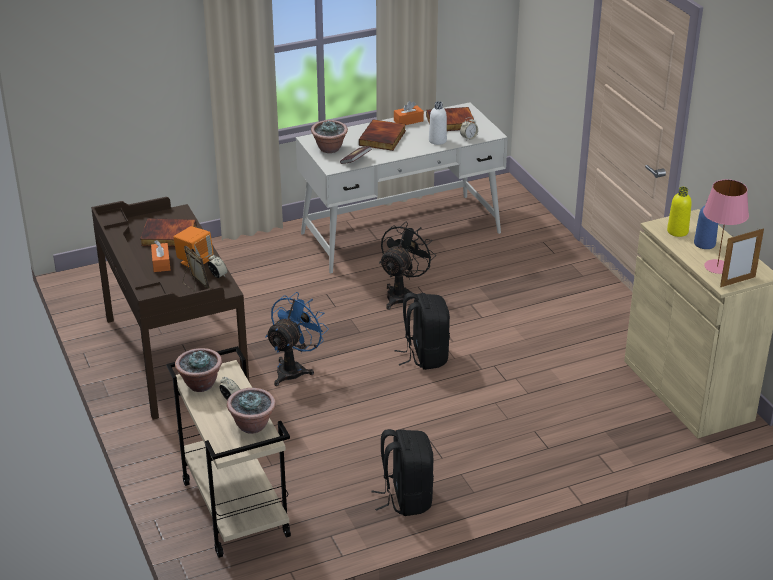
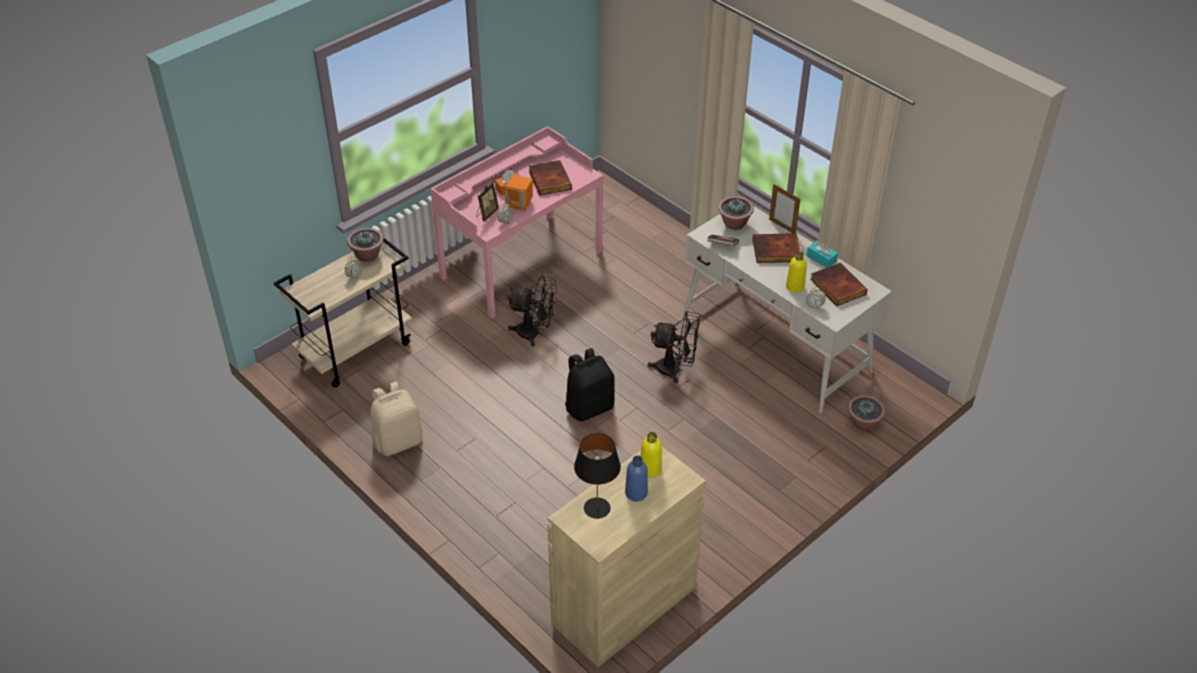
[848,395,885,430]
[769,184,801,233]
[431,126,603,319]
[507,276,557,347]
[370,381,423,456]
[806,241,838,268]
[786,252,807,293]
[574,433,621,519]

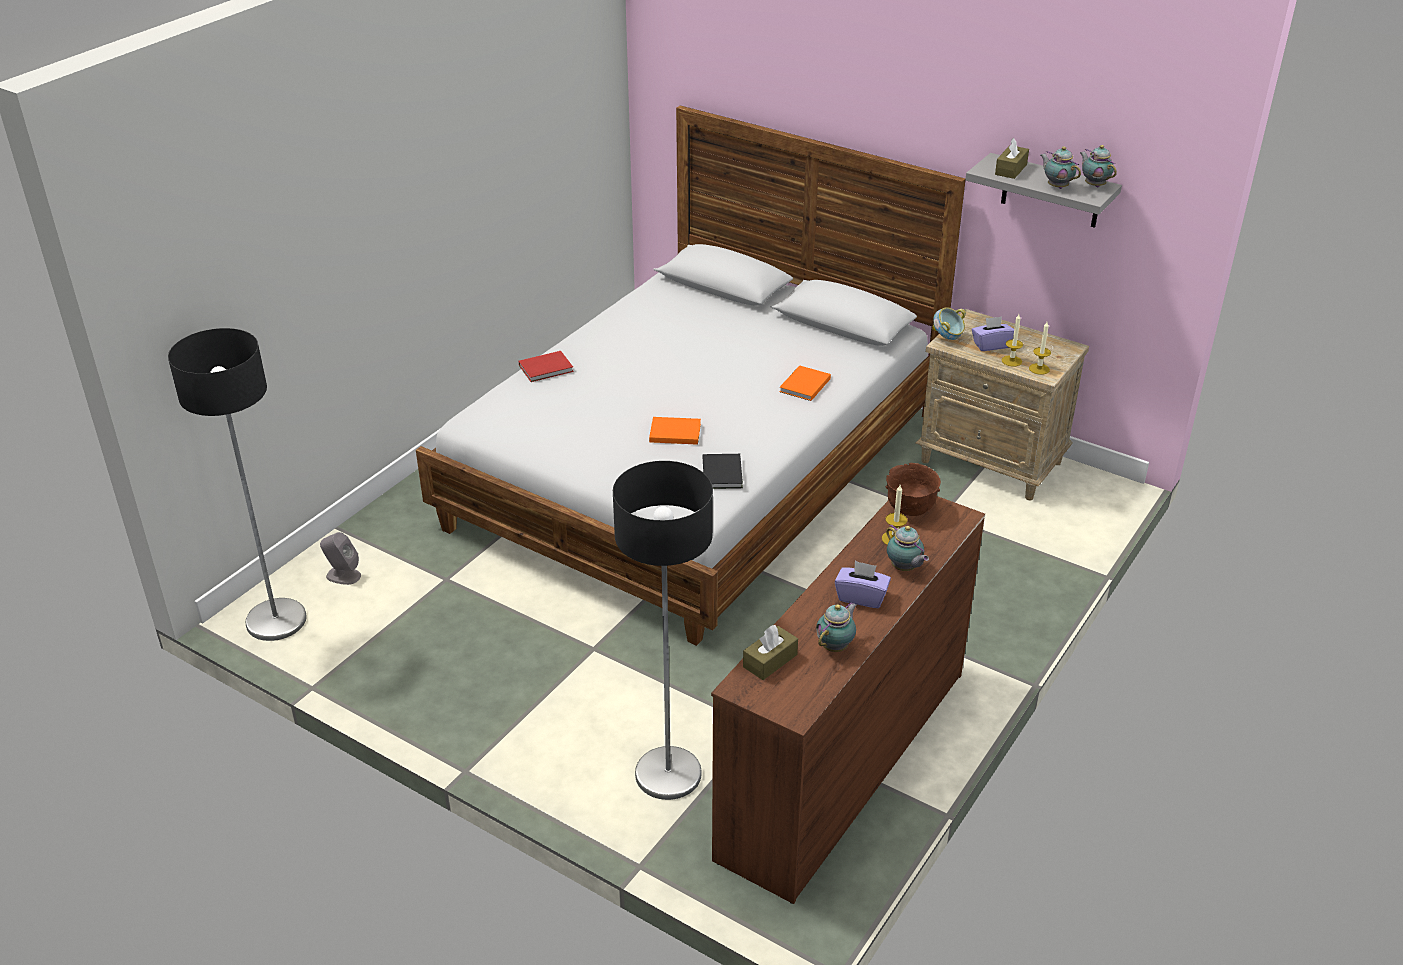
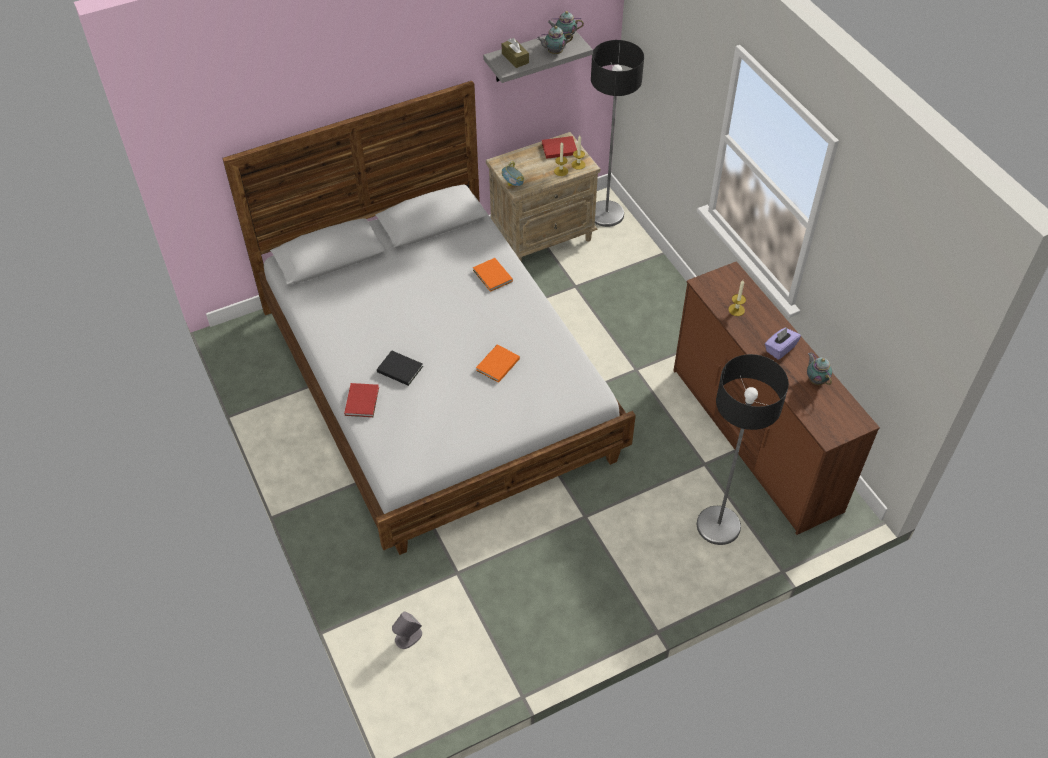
[743,625,798,680] (first image)
[885,463,941,516] (first image)
[886,524,929,571] (first image)
[972,316,1014,351] (first image)
[542,136,577,159]
[591,40,644,227]
[377,350,423,386]

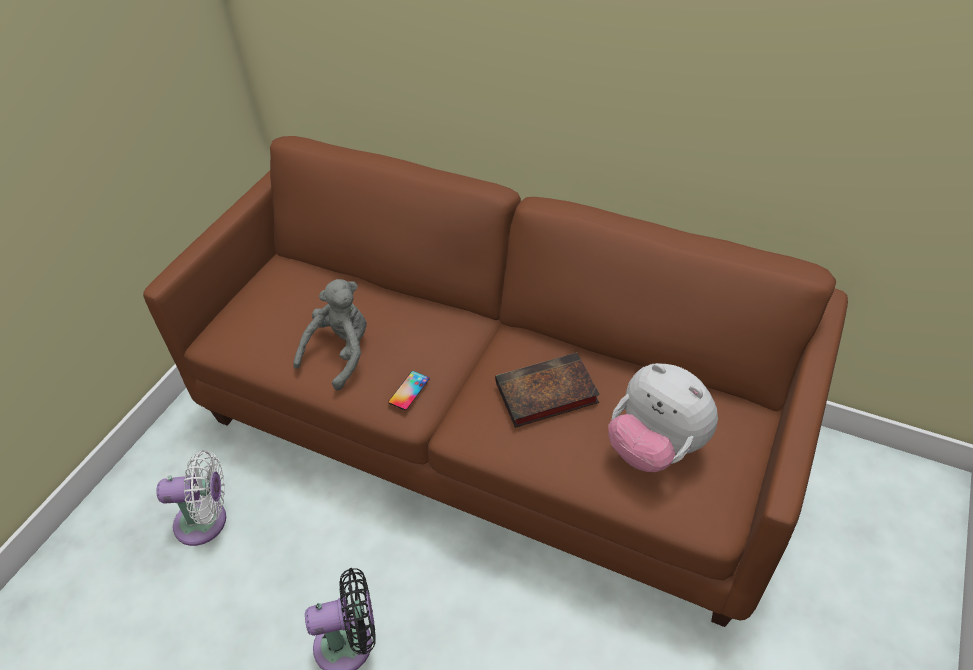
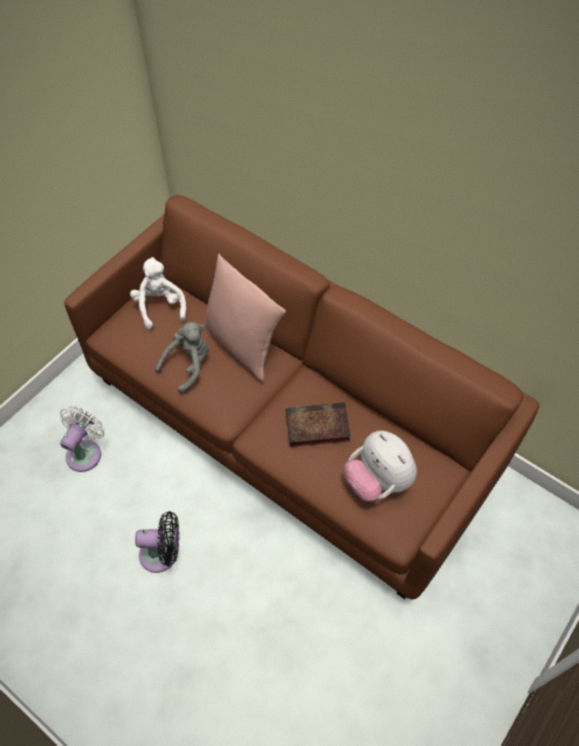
[388,371,429,410] (first image)
[130,257,186,329]
[204,253,286,382]
[59,406,105,472]

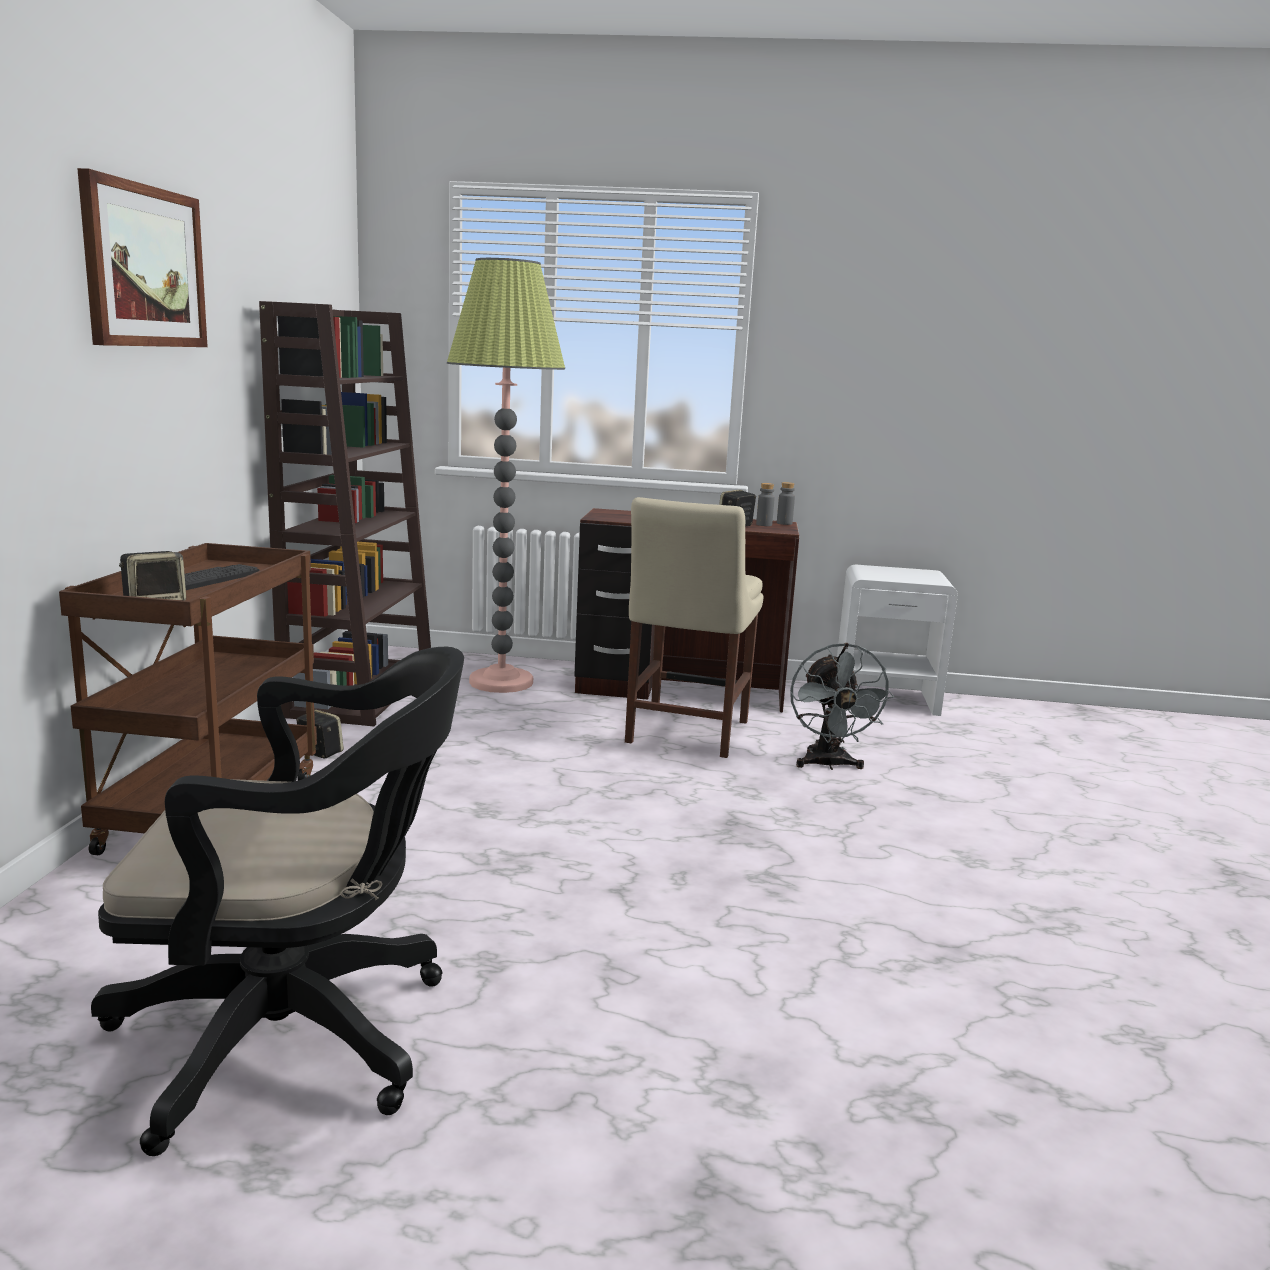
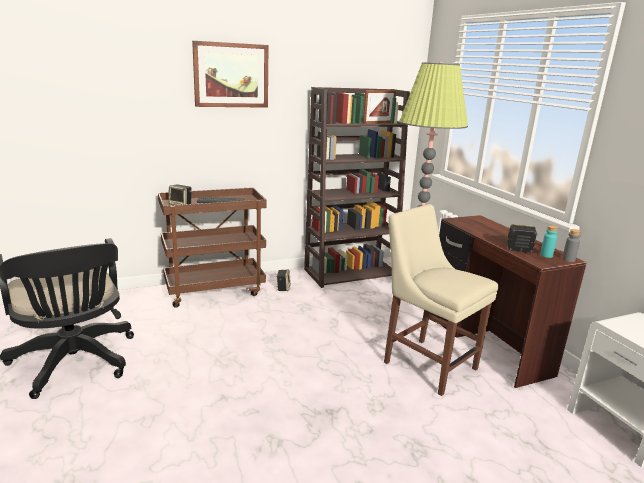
[790,643,894,770] (first image)
[363,90,396,124]
[540,225,558,258]
[384,204,499,396]

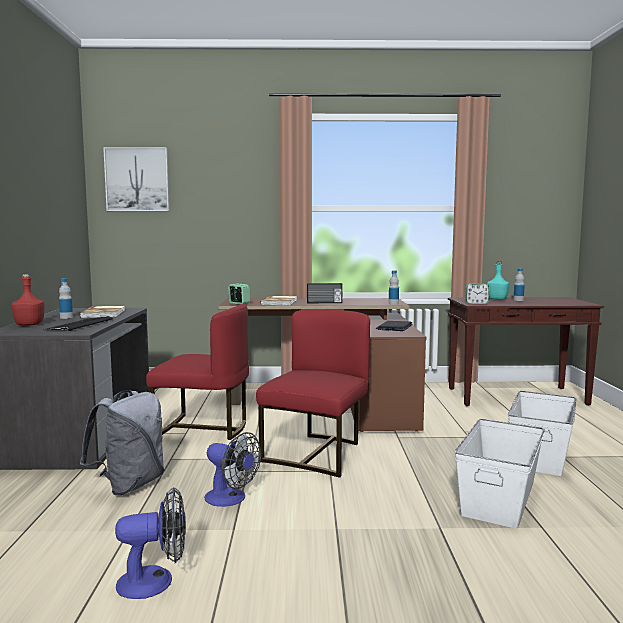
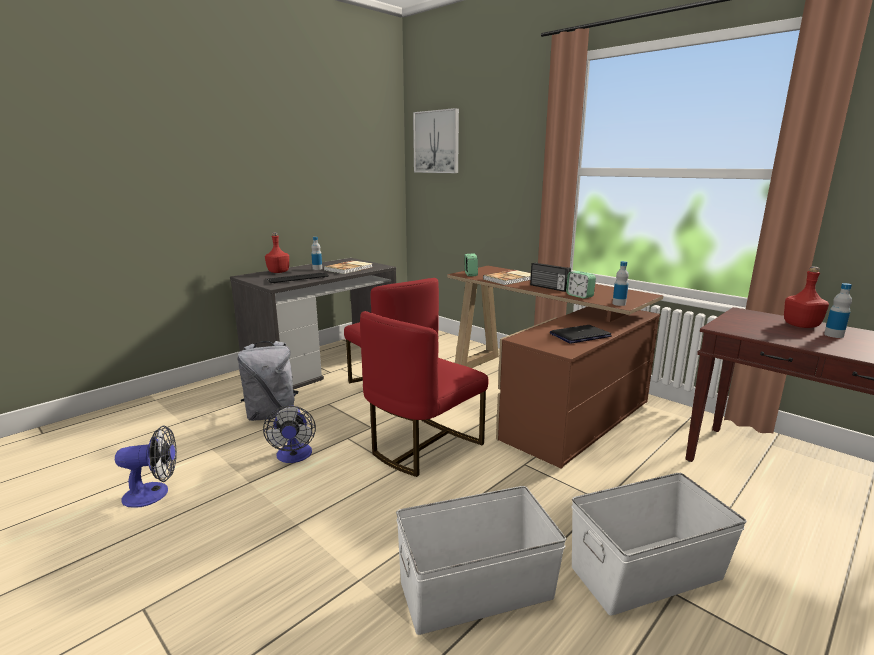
[566,271,596,299]
[784,267,829,328]
[115,425,177,508]
[360,311,489,477]

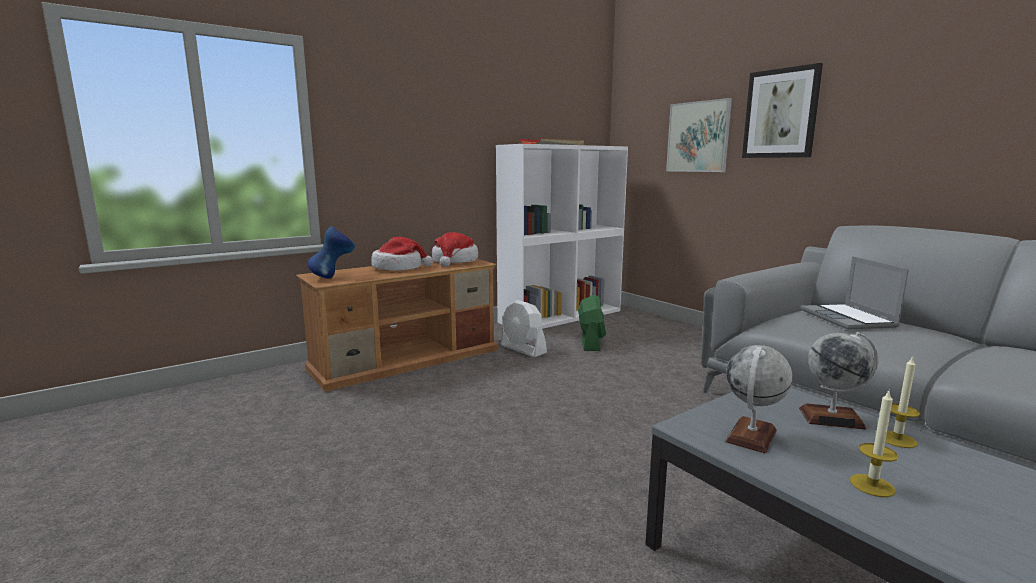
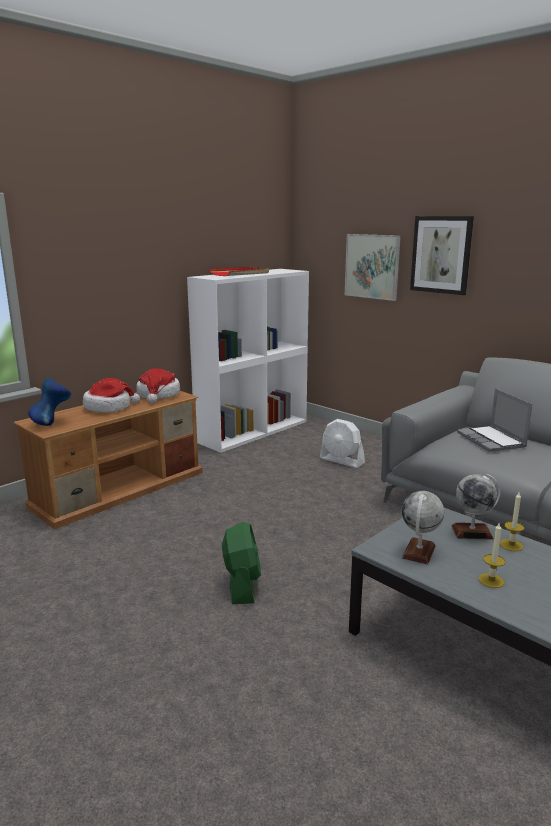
[320,419,365,468]
[222,522,261,604]

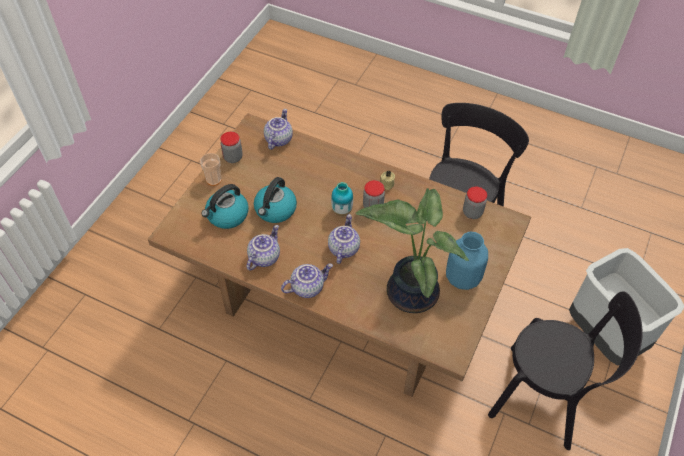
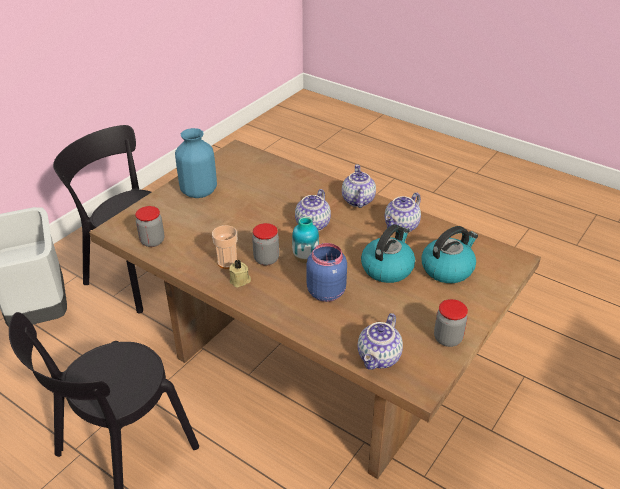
[356,188,469,313] (first image)
[307,243,347,302]
[212,225,237,269]
[342,165,376,208]

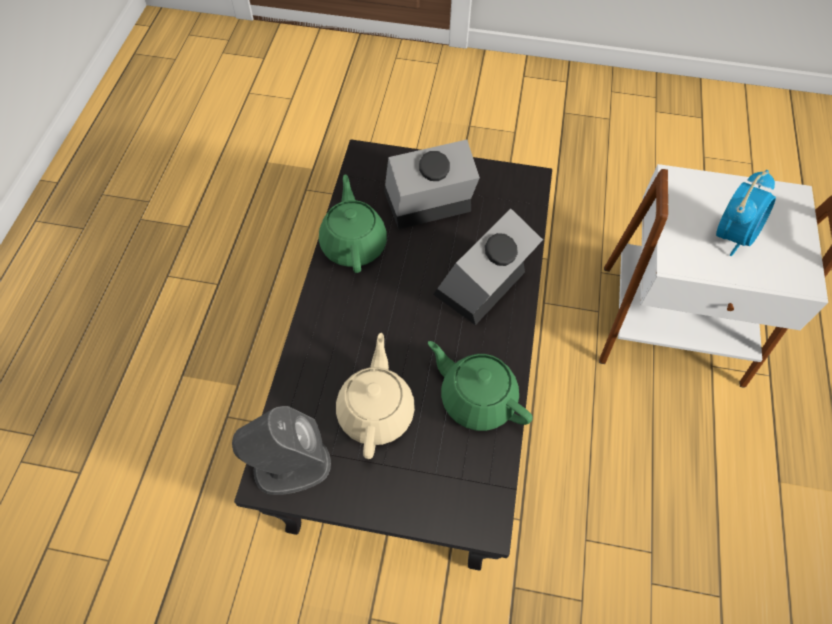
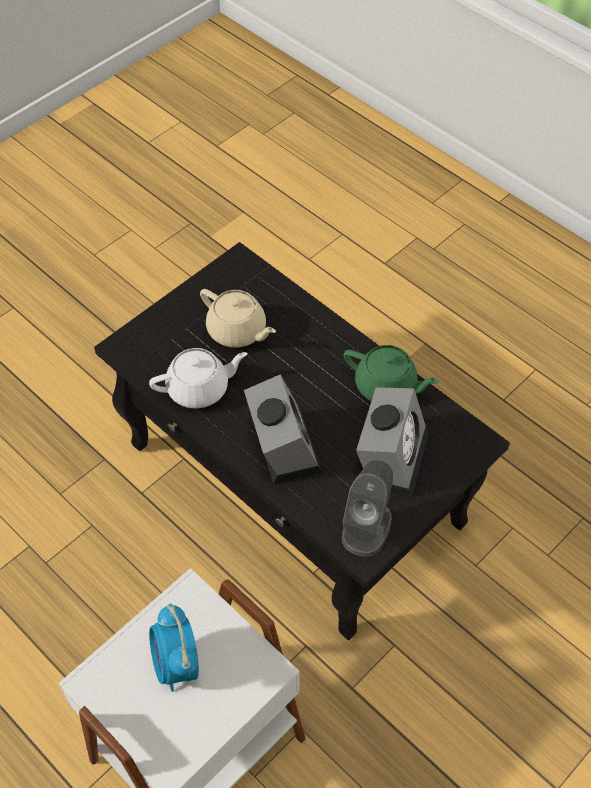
[342,460,393,557]
[149,348,248,409]

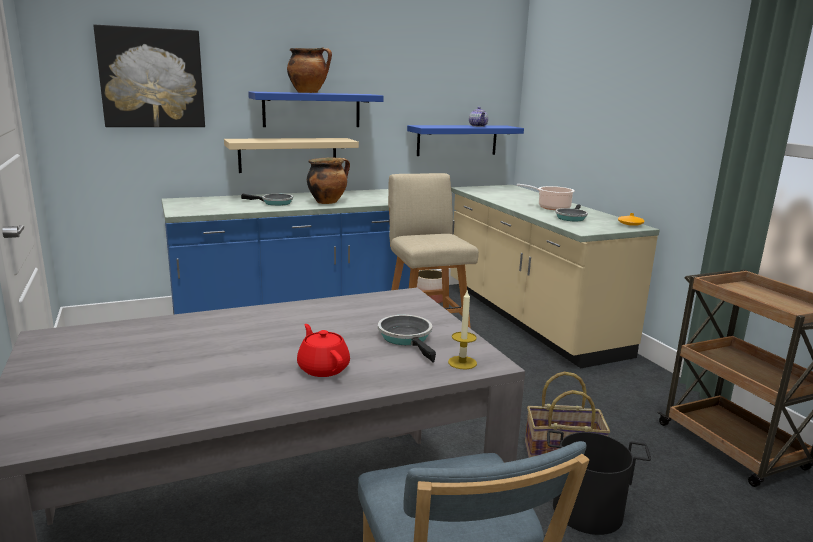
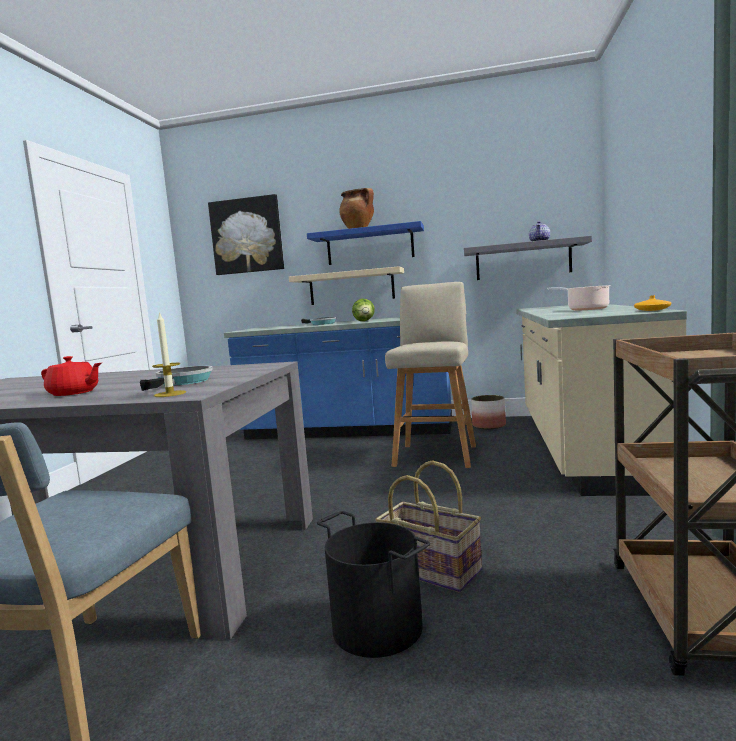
[555,205,588,221] (first image)
[352,299,375,321]
[464,236,592,280]
[41,356,101,396]

